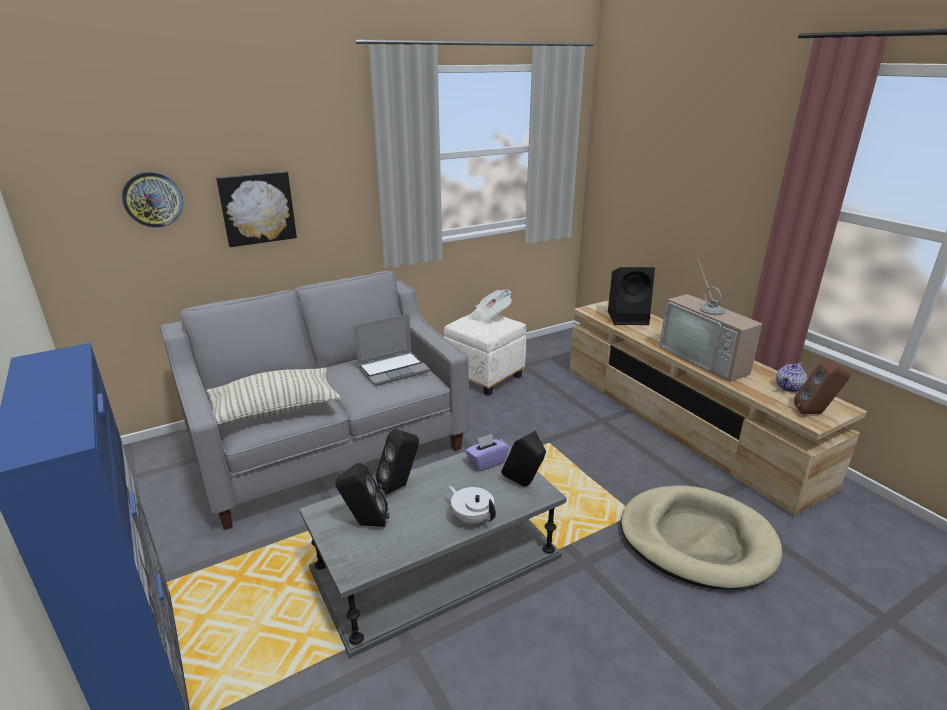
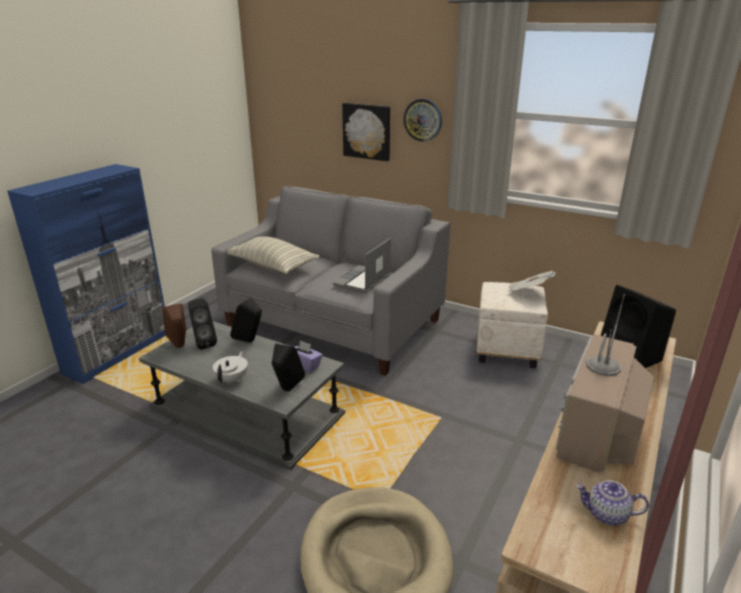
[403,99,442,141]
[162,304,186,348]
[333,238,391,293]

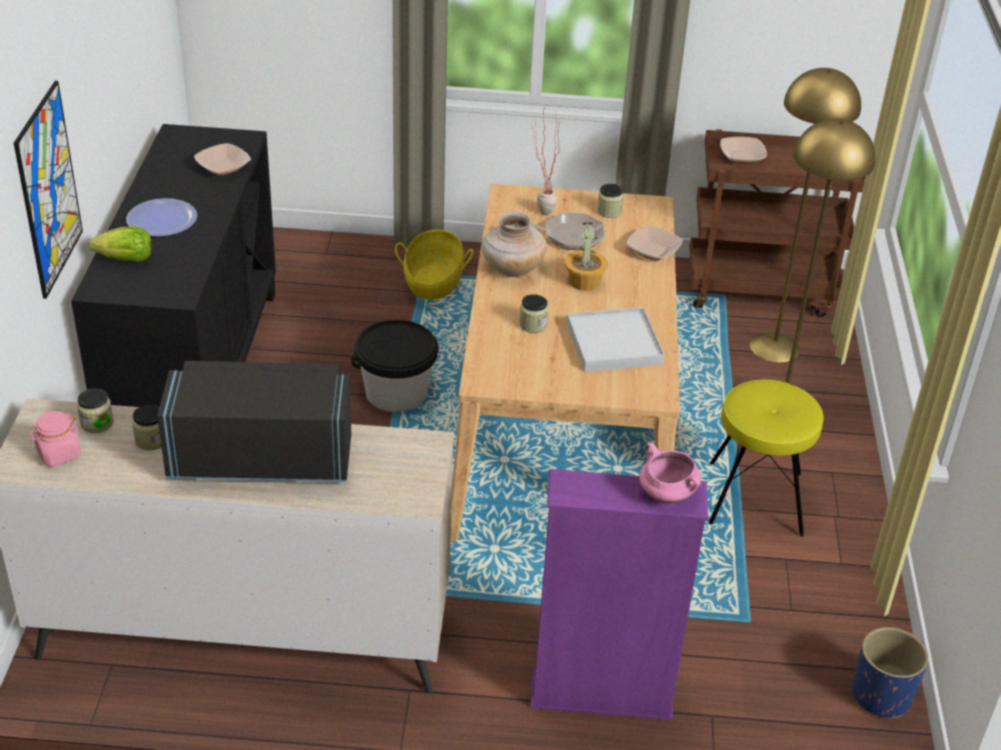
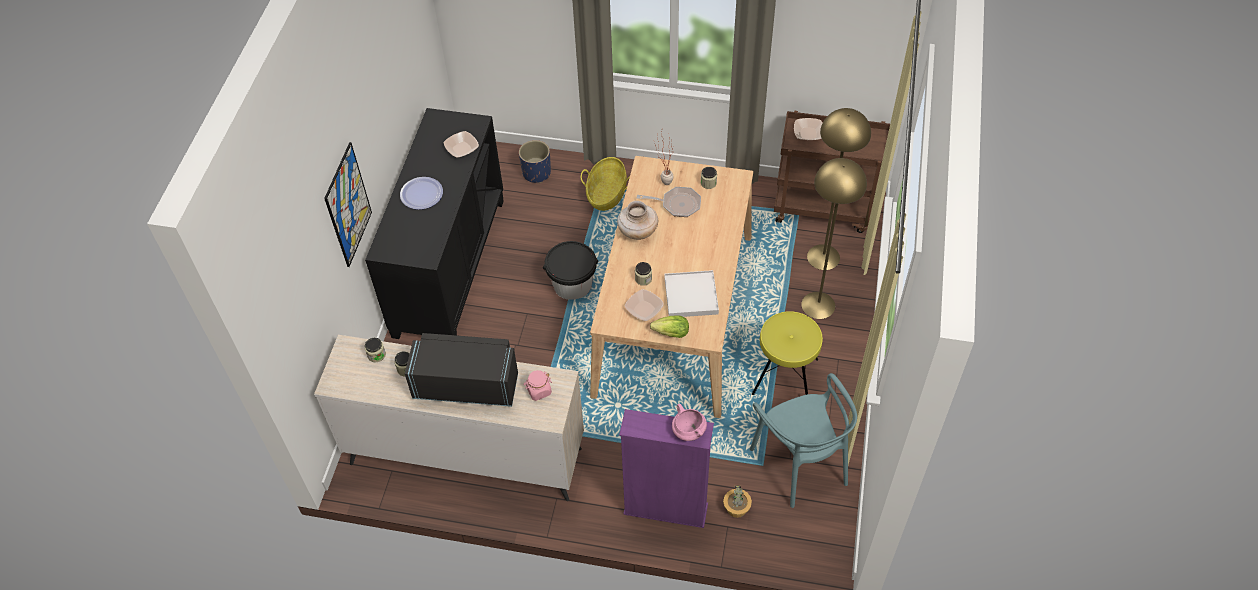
[750,373,857,508]
[524,370,552,401]
[650,315,689,338]
[723,486,752,518]
[625,289,664,321]
[519,140,551,183]

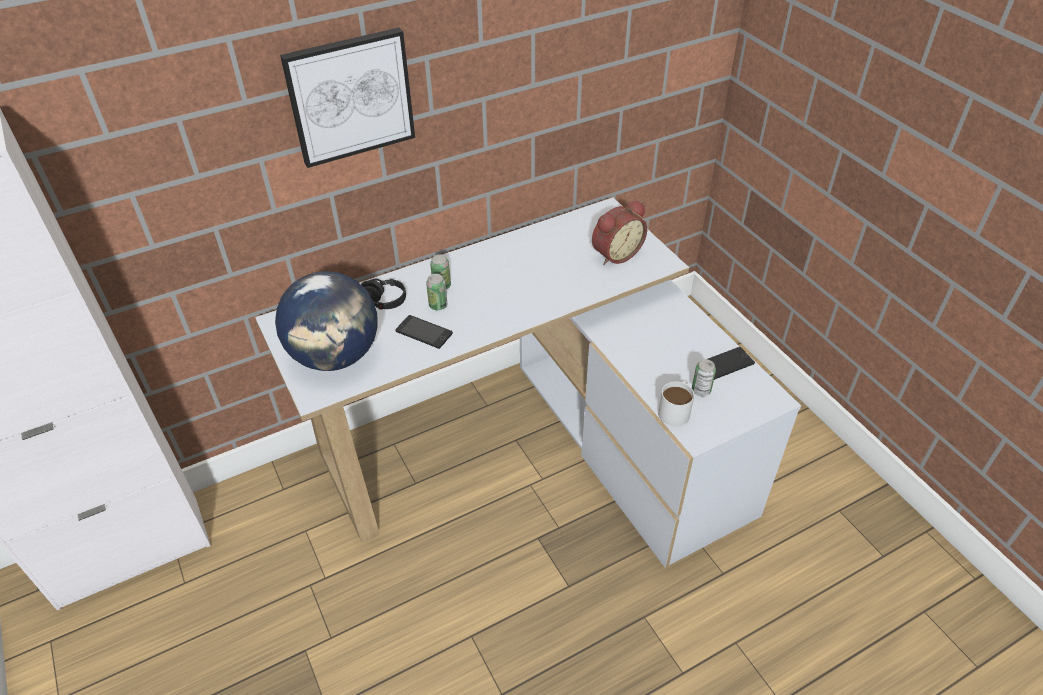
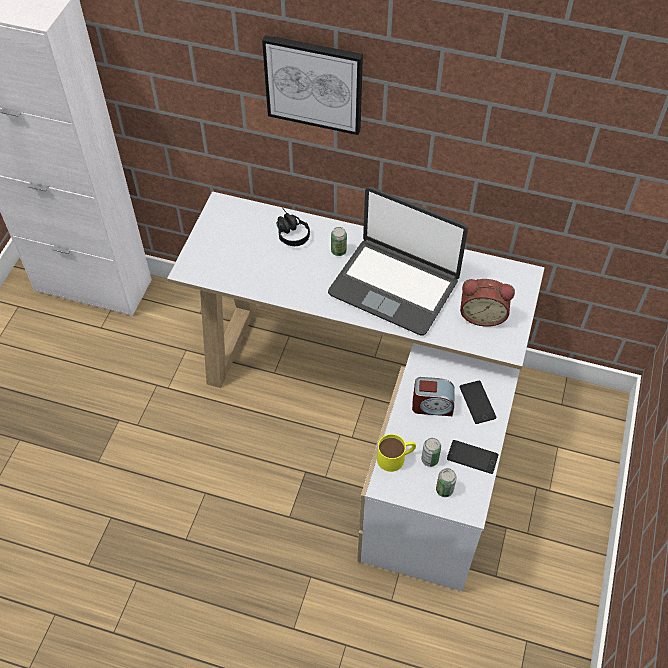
[275,271,378,371] (first image)
[328,187,468,336]
[412,377,455,416]
[460,381,496,424]
[436,468,457,497]
[377,434,416,472]

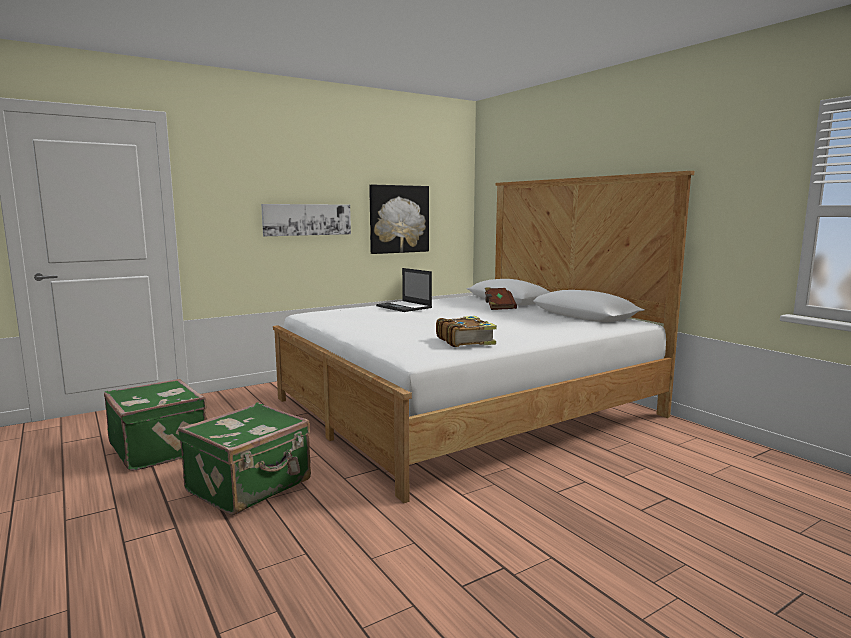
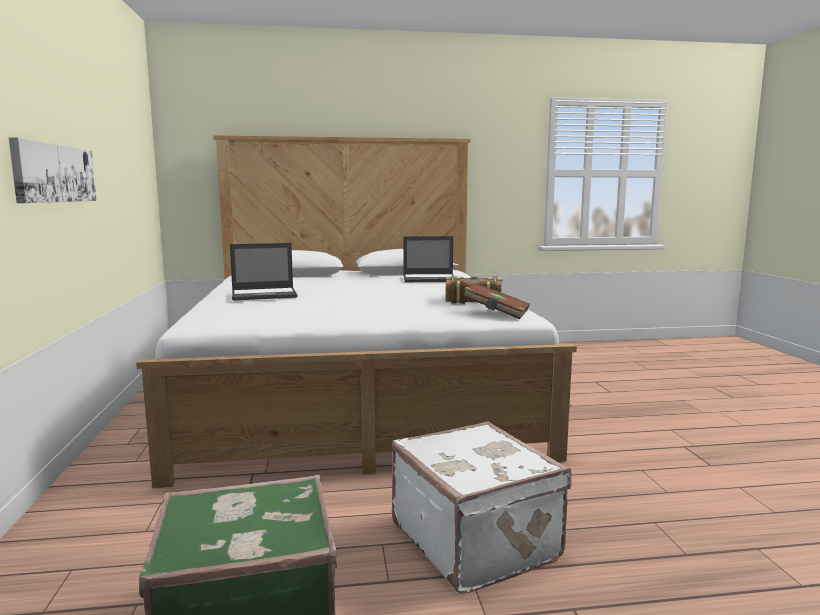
[369,185,429,254] (first image)
[403,236,454,282]
[462,283,530,319]
[392,421,572,594]

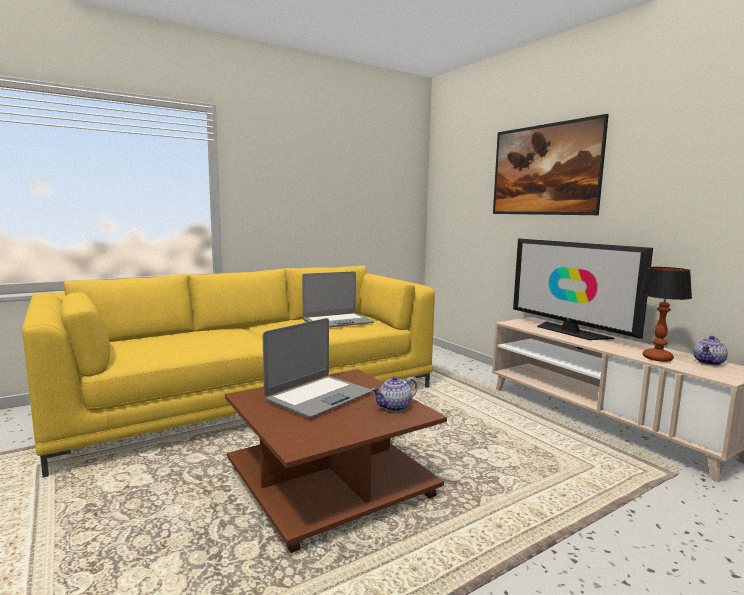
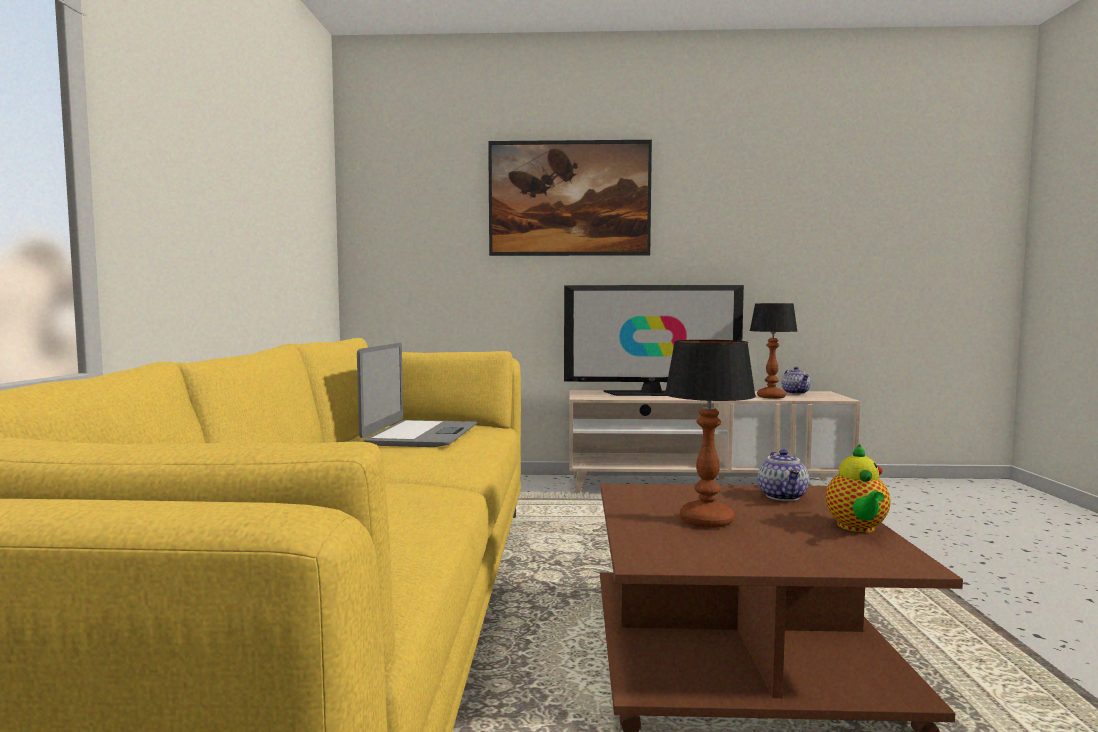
[825,444,891,533]
[665,340,756,528]

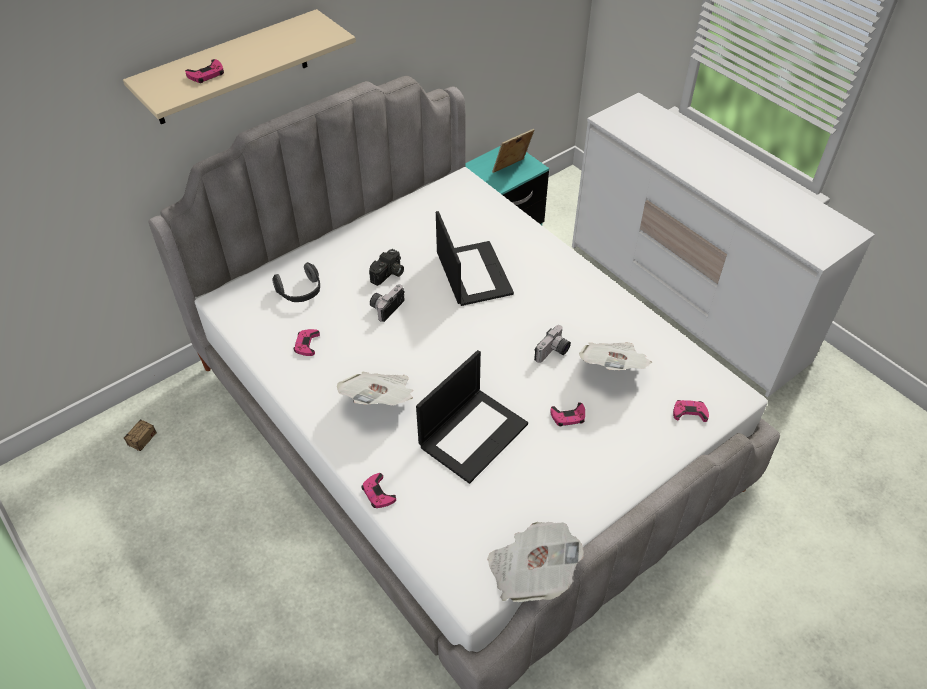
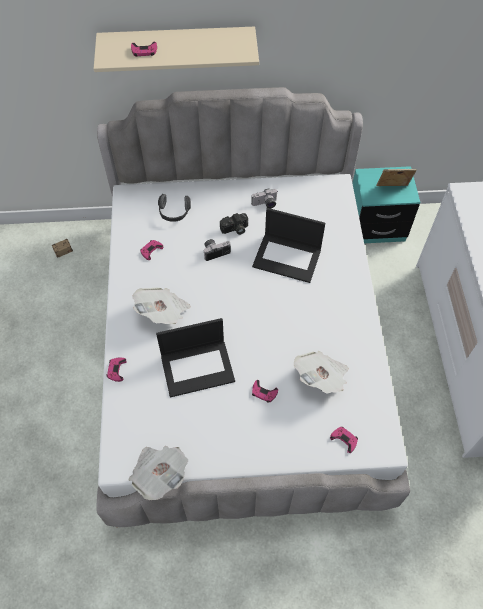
[251,188,277,209]
[252,208,325,283]

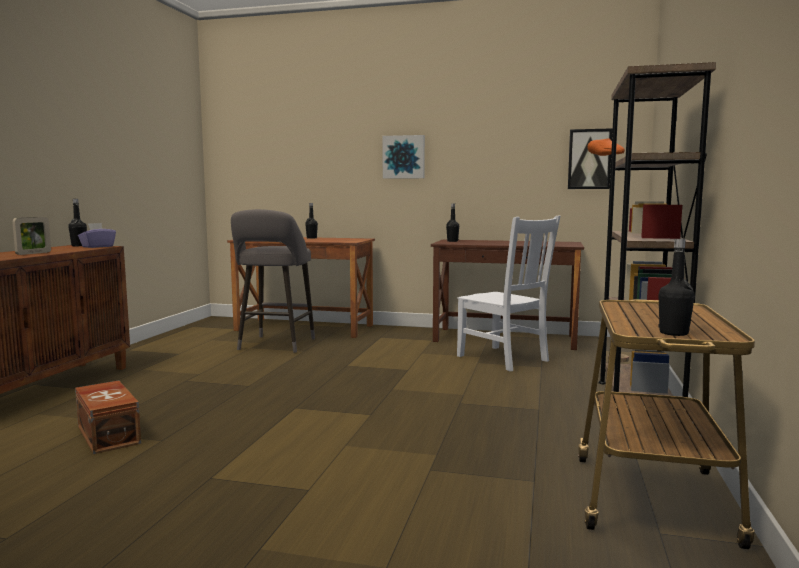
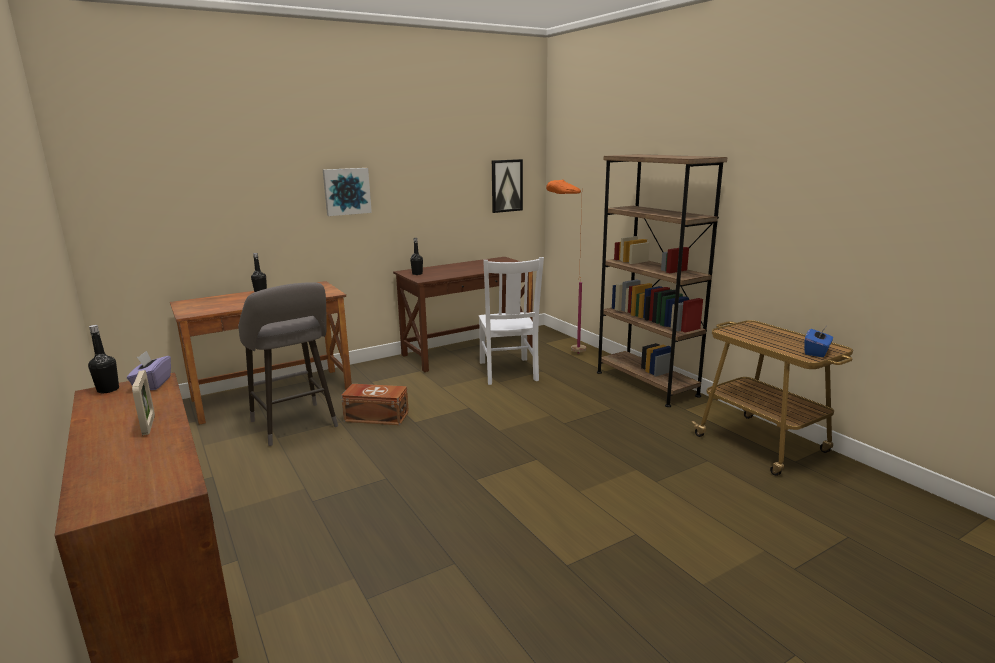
[341,384,409,425]
[804,327,833,357]
[479,257,544,385]

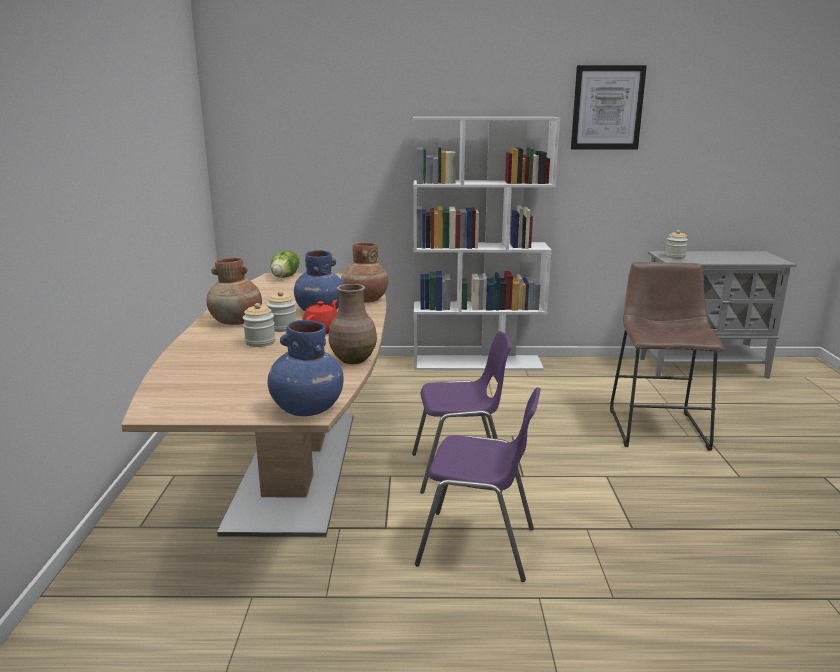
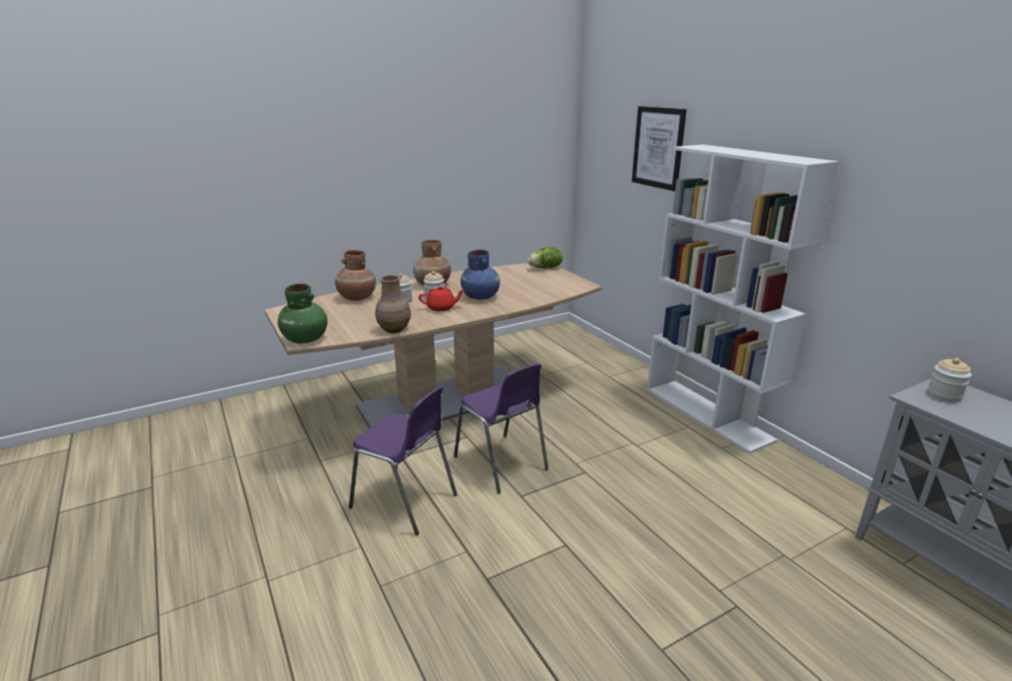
[610,262,724,451] (first image)
[335,250,376,301]
[632,106,687,191]
[278,283,328,344]
[349,386,457,535]

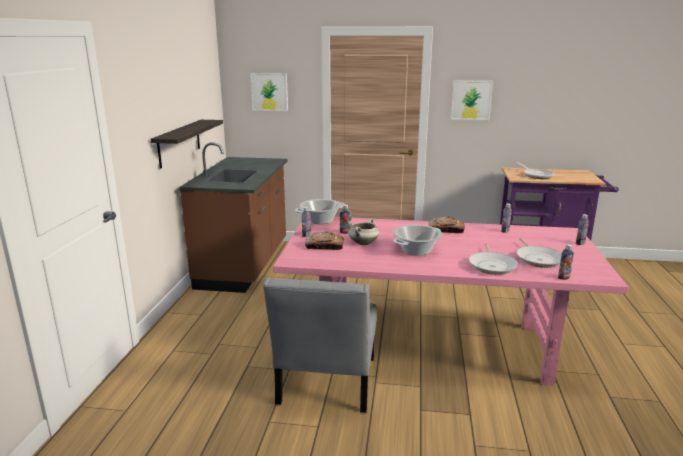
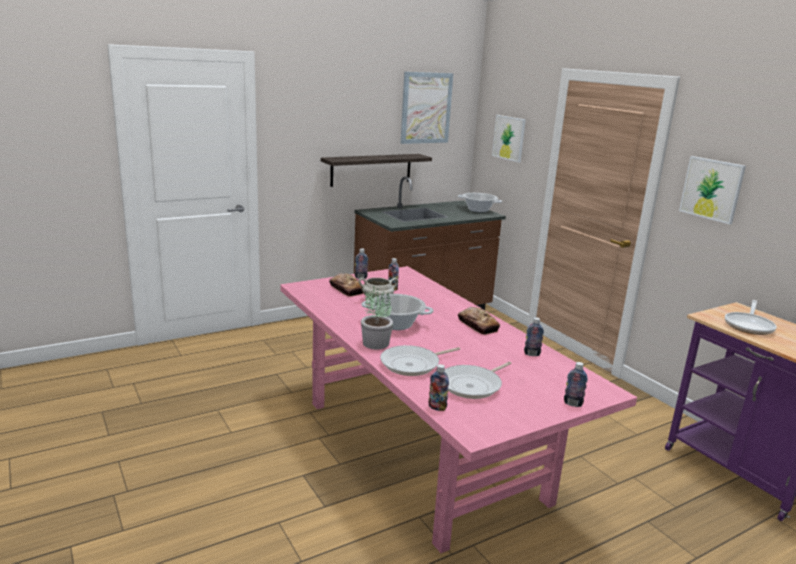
[263,278,377,413] (first image)
[361,286,393,350]
[401,72,453,144]
[458,193,502,212]

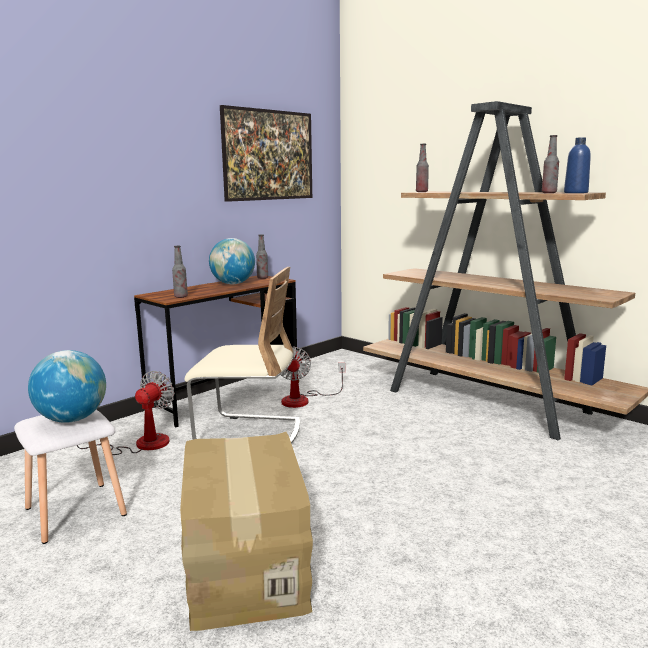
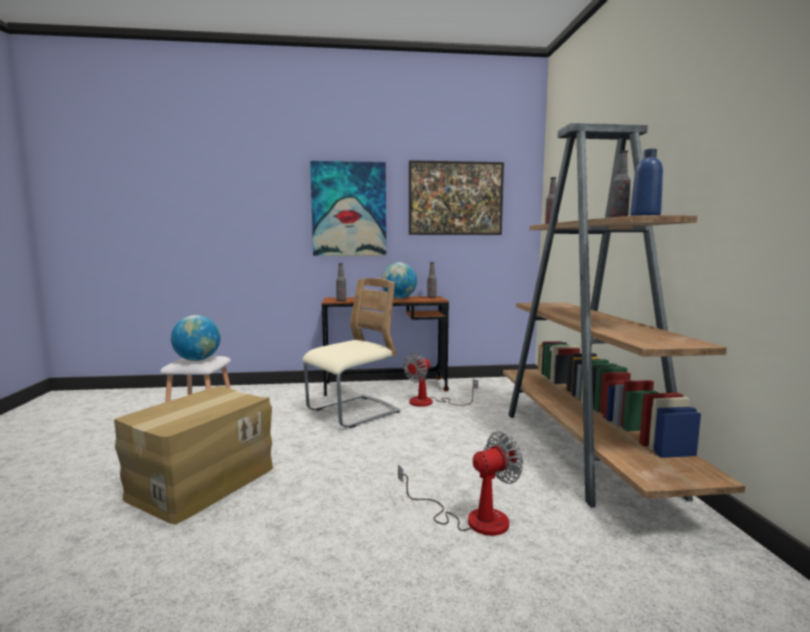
[310,161,386,256]
[398,431,523,536]
[302,278,400,428]

